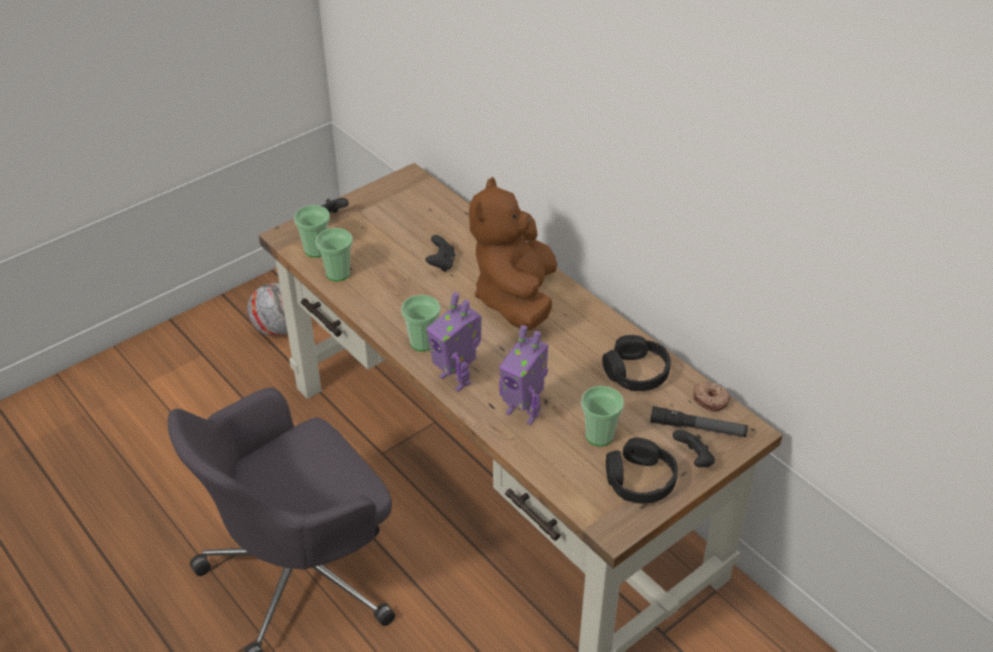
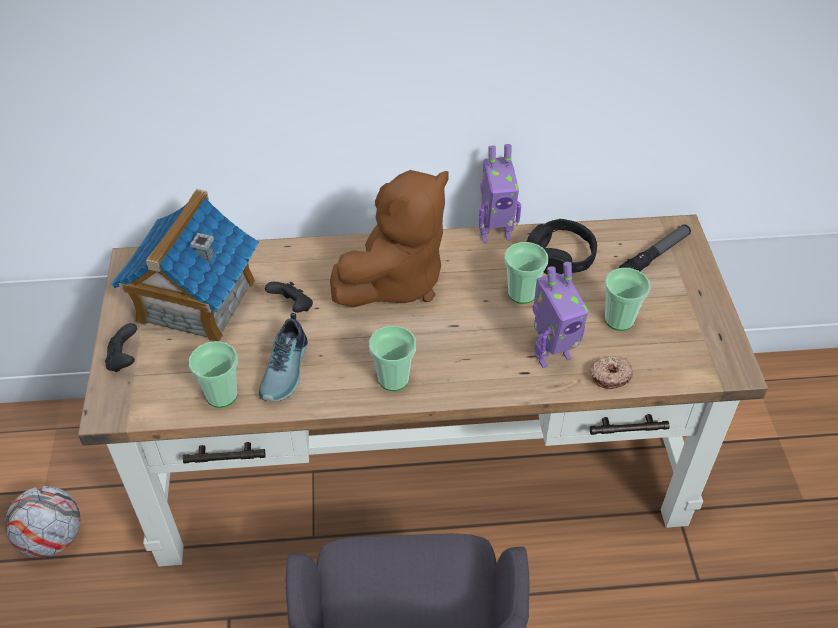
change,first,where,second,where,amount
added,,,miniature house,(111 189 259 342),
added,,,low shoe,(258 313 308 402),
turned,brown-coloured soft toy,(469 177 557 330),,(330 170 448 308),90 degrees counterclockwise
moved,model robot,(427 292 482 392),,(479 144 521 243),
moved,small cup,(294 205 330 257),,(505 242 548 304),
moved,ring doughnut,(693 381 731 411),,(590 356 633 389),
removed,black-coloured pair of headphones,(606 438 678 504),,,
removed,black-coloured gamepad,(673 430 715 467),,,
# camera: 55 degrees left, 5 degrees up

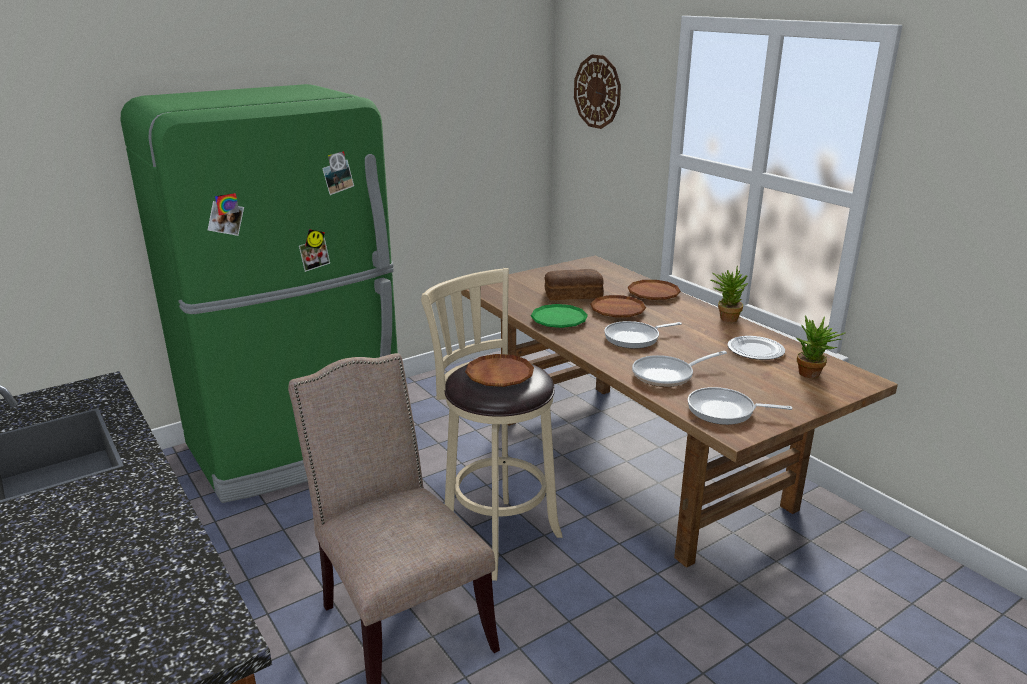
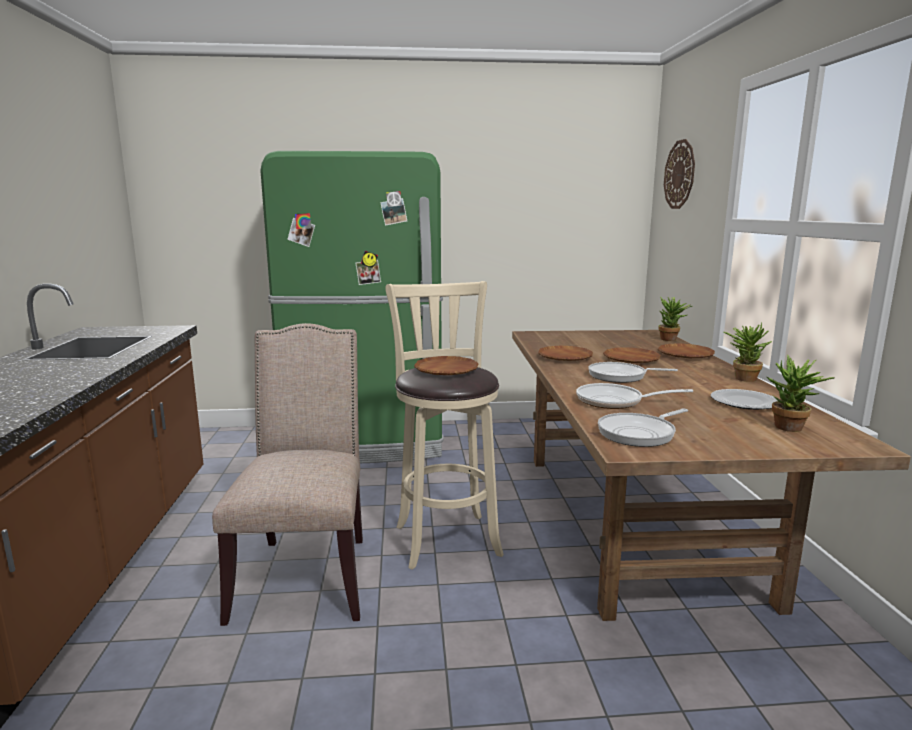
change,first,where,second,where,amount
recoloured,green dinner plate,(531 304 588 328),brown-coloured dinner plate,(538 346 593 361),
turned,skillet,(688 387 792 425),,(598 408 688 447),75 degrees counterclockwise
added,,,potted plant,(659 296 692 341),
removed,baked bread,(545 269 604 300),,,
# camera: 30 degrees right, 10 degrees down

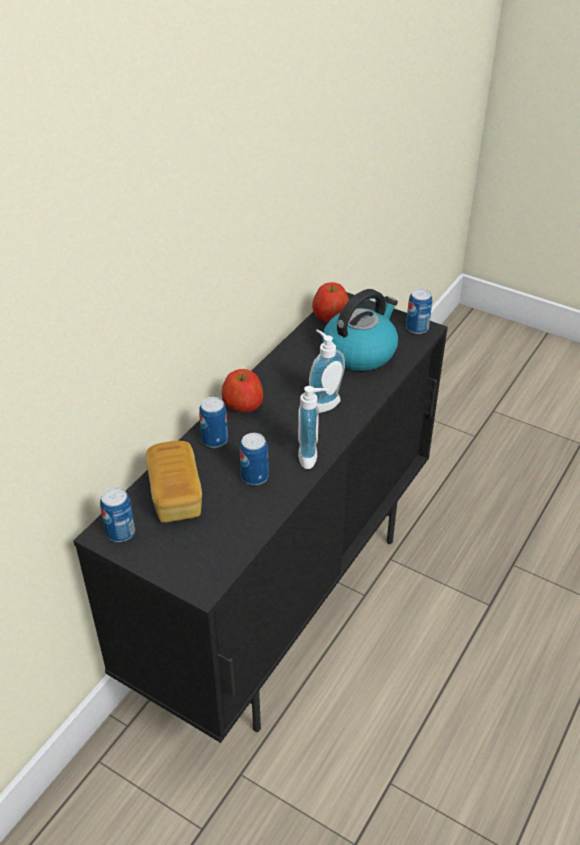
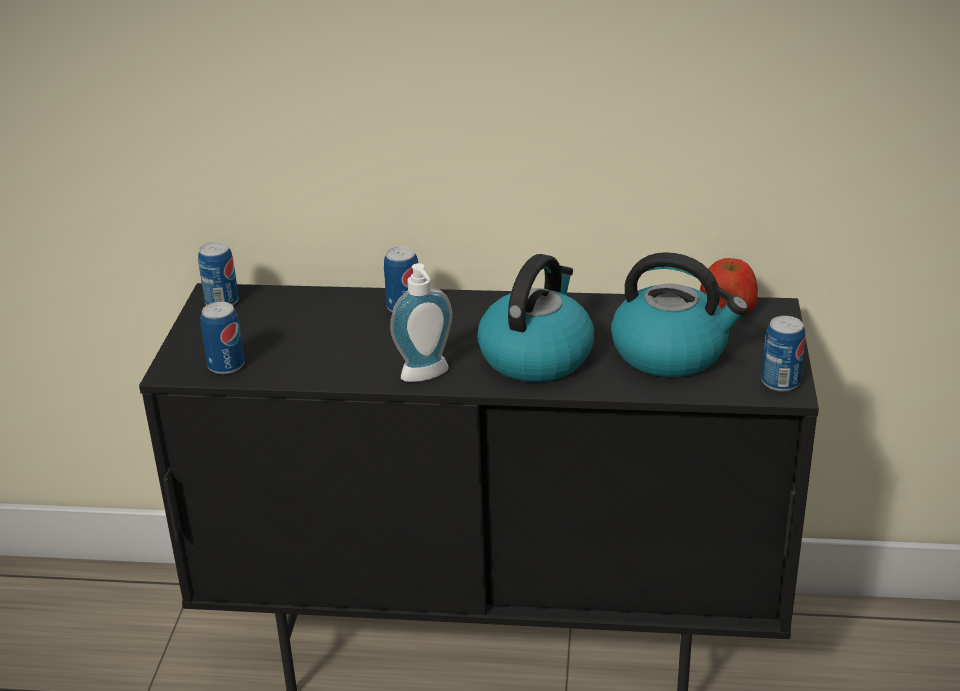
change,first,where,second,where,amount
moved,metal can,(240 433 269 485),,(201 302 244 374),
replaced,liquid soap bottle,(309 329 345 413),tea kettle,(477 254 594 382),
removed,baked bread,(146 441 202 523),,,
removed,apple,(222 369 263 412),,,
# camera: 65 degrees right, 10 degrees down

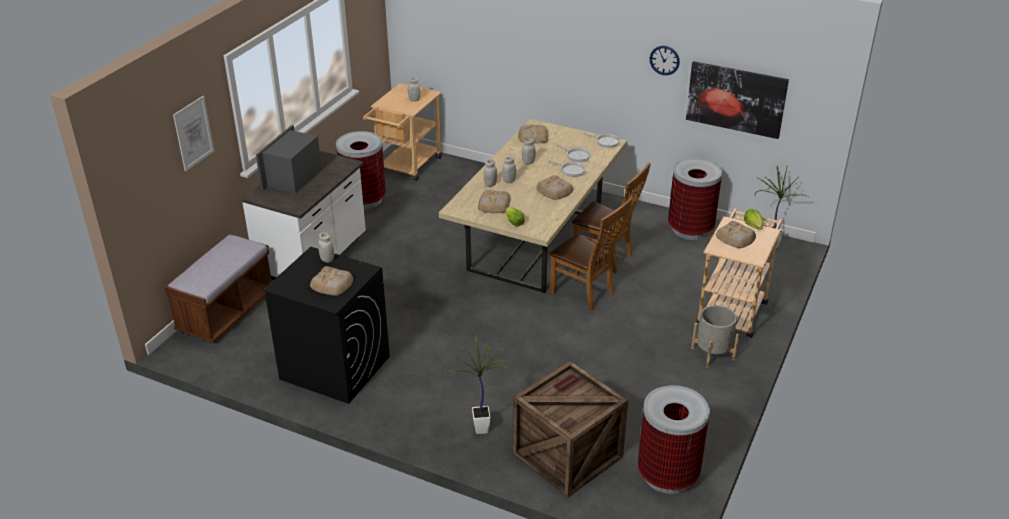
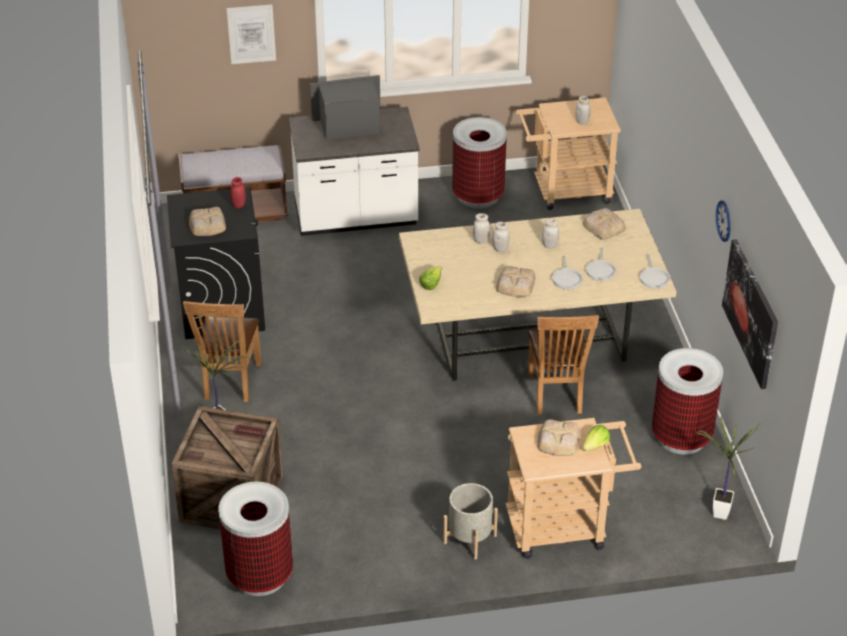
change,first,where,second,where,amount
moved,brown-coloured plain chair,(549 198 633 311),,(183 301 261 402),
recoloured,whitish preserve jar,(318 232 334 263),reddish preserve jar,(231 177 246 209),
removed,baked bread,(478 190 510 213),,,
# camera: 55 degrees right, 5 degrees up

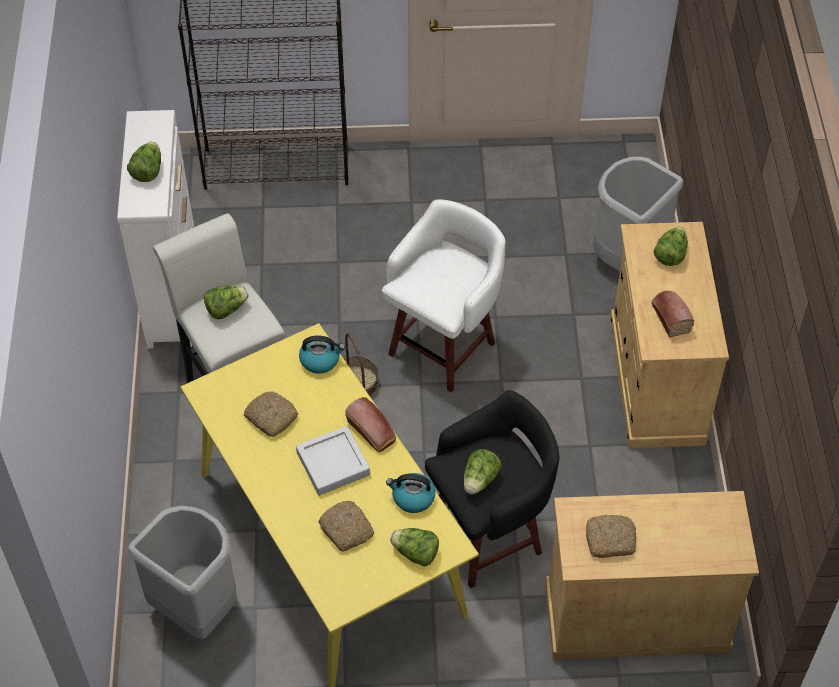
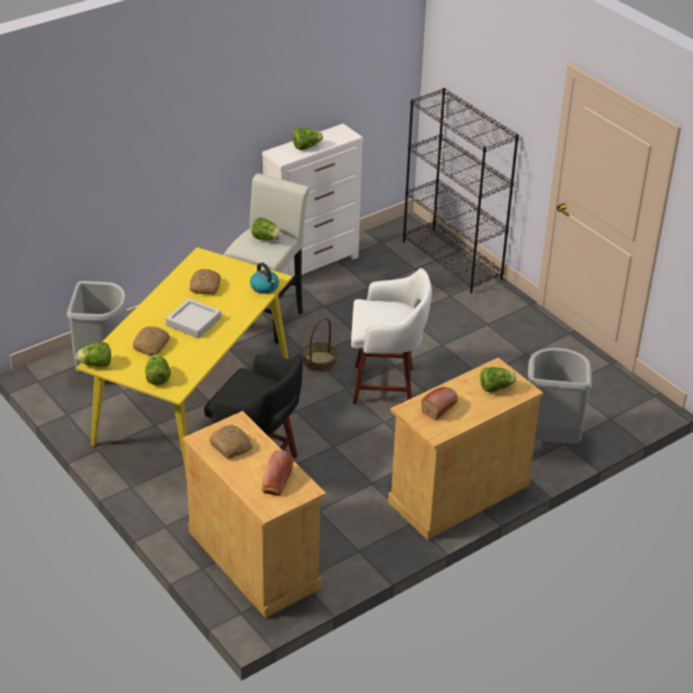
change,first,where,second,where,amount
moved,head of lettuce,(464 449 502 494),,(76 342 111 367),
moved,baked bread,(345 397 396 452),,(262 450 294 496),
removed,tea kettle,(386 473 435 513),,,
# camera: 55 degrees right, 15 degrees down

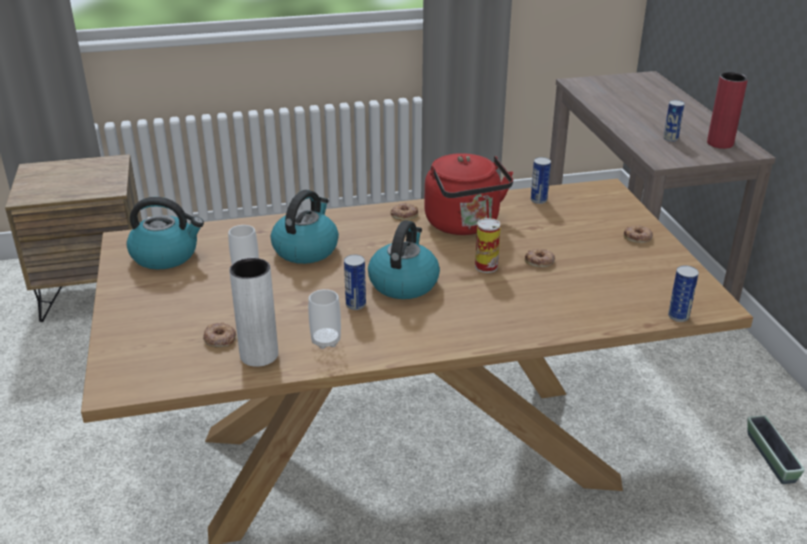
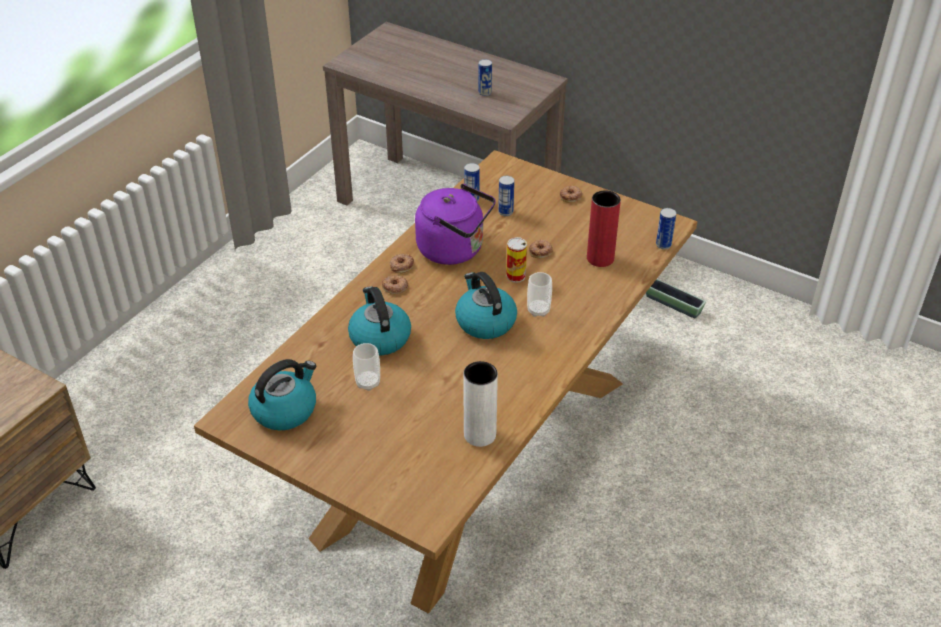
change,first,where,second,where,amount
moved,ring doughnut,(203 322 236 348),,(382 275 408 294),
recoloured,reddish tea kettle,(424 153 513 235),purple tea kettle,(415 184 496 265),
moved,metal can,(344 255 366 310),,(498 176 514 216),
moved,small cup,(308 289 341 349),,(527 272 552 317),
moved,reddish decorative vase,(707 72 748 149),,(587 190 621 267),
# camera: 45 degrees left, 10 degrees up

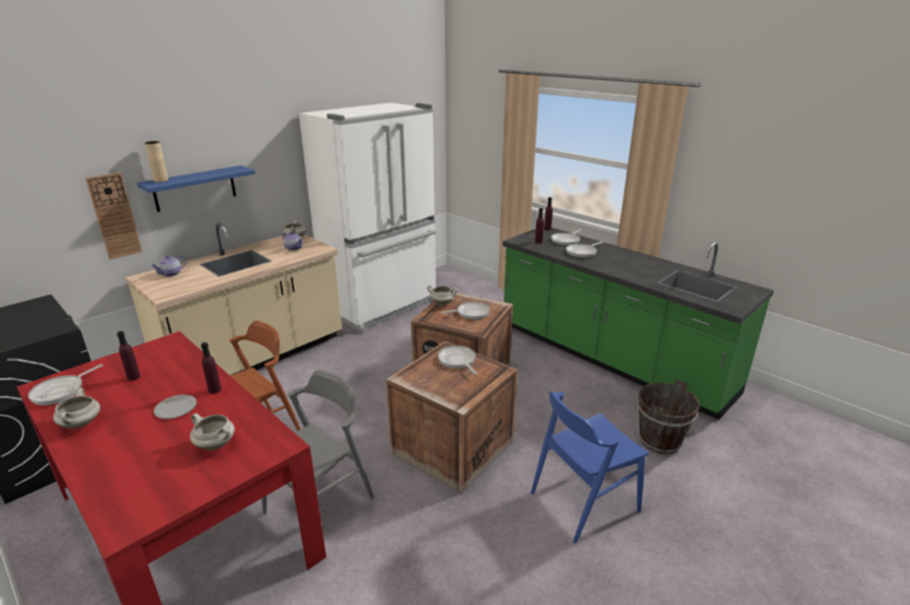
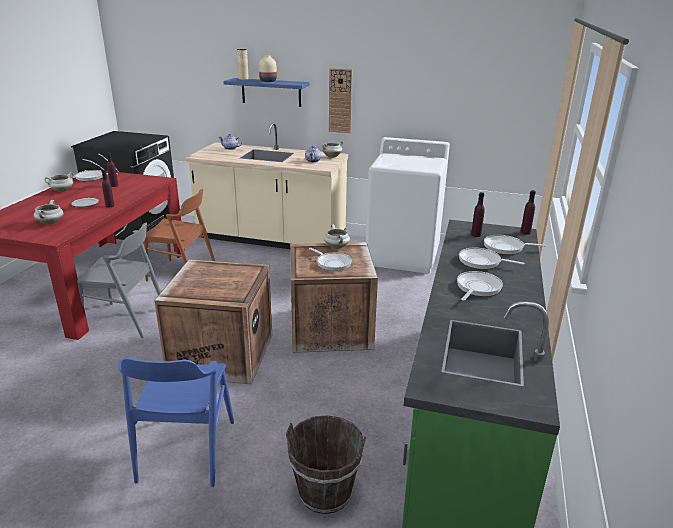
change,first,where,second,where,amount
turned,blue-coloured plain chair,(531 391 649 543),,(118 358 234 487),120 degrees counterclockwise
added,,,beige-coloured decorative vase,(259 55 277 82),
moved,clock on the wall,(85 172 142 260),,(329 68 353 133),
replaced,whitish fridge,(299 103 436 333),whitish washing machine,(366 137 450 274),
moved,skillet,(438 346 478 375),,(457 271 503 301),
# camera: 60 degrees right, 0 degrees up

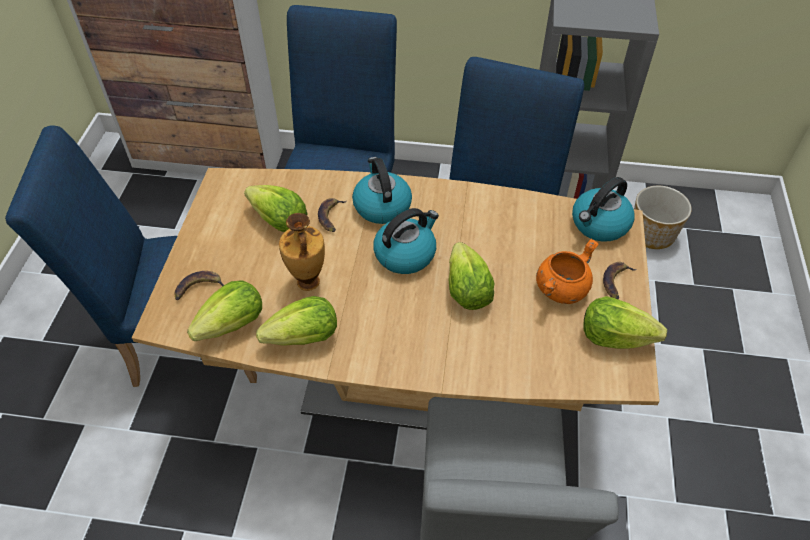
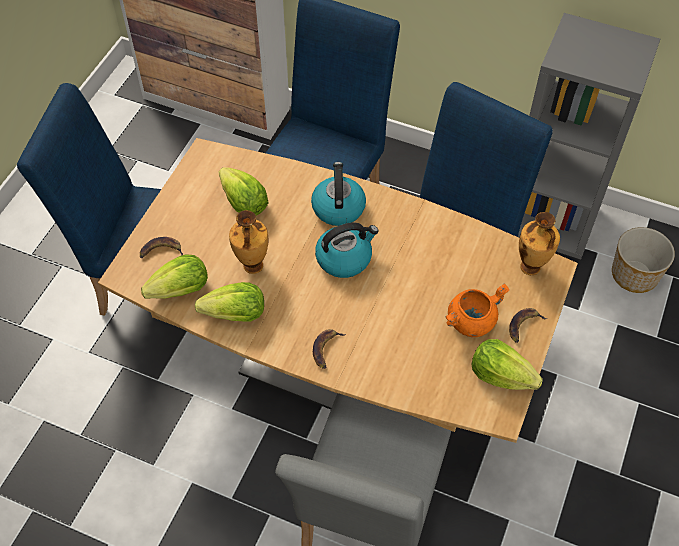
change,first,where,second,where,amount
moved,banana,(318 198 347 232),,(313 329 346 369),
replaced,tea kettle,(572 177 634 242),decorative vase,(519 212 560 275),
removed,head of lettuce,(448 242 494 310),,,
# camera: 15 degrees right, 5 degrees up

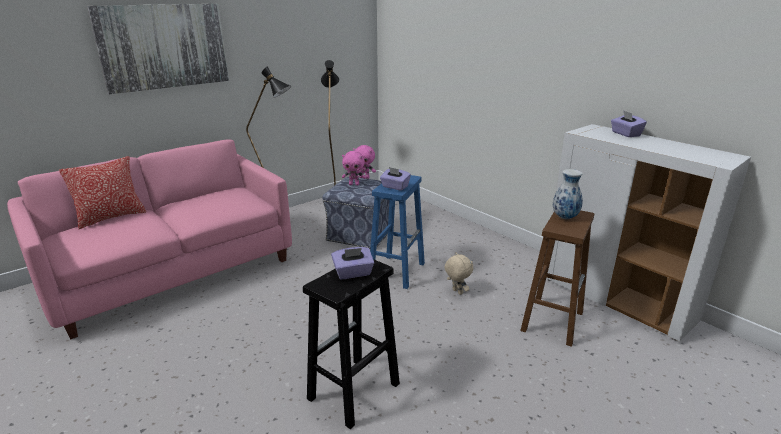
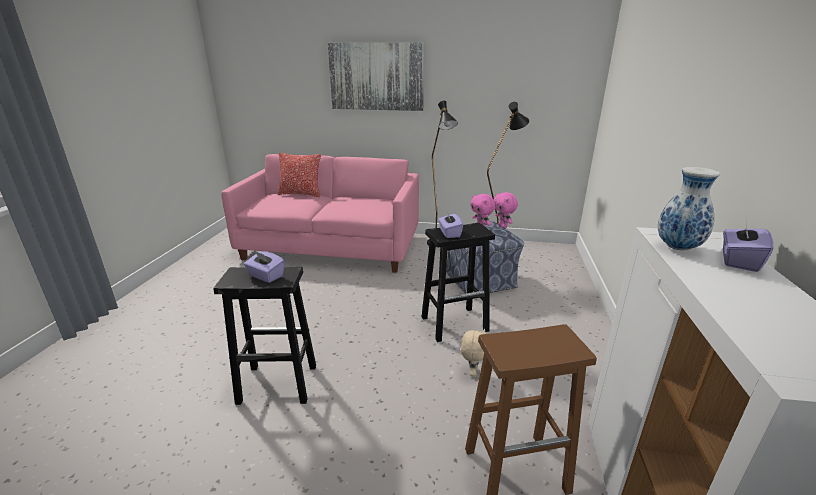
change,first,where,second,where,amount
recoloured,blue-coloured stool,(370 175 425 289),black-coloured stool,(422 223 495 342),
moved,decorative vase,(553 169 583 219),,(658 167 720 251),
# camera: 50 degrees right, 0 degrees up

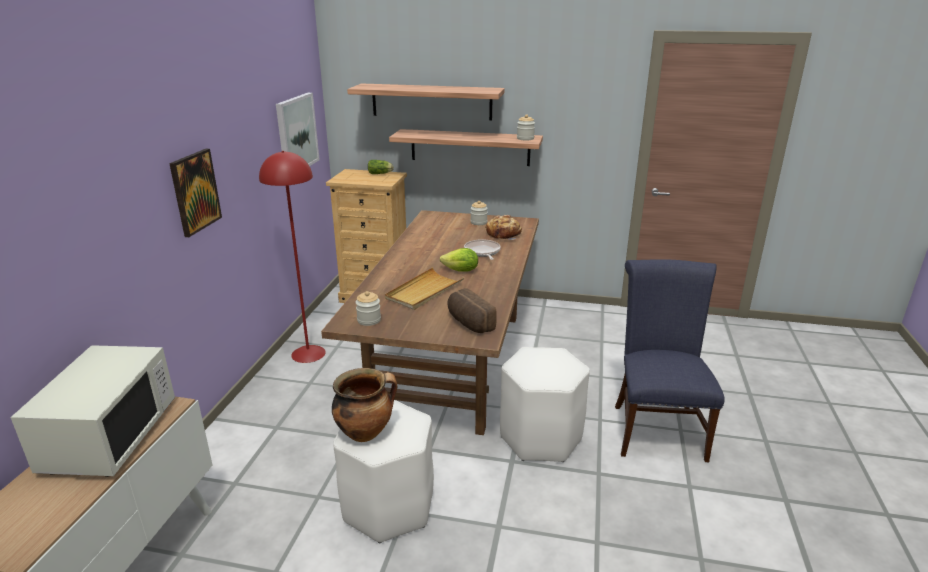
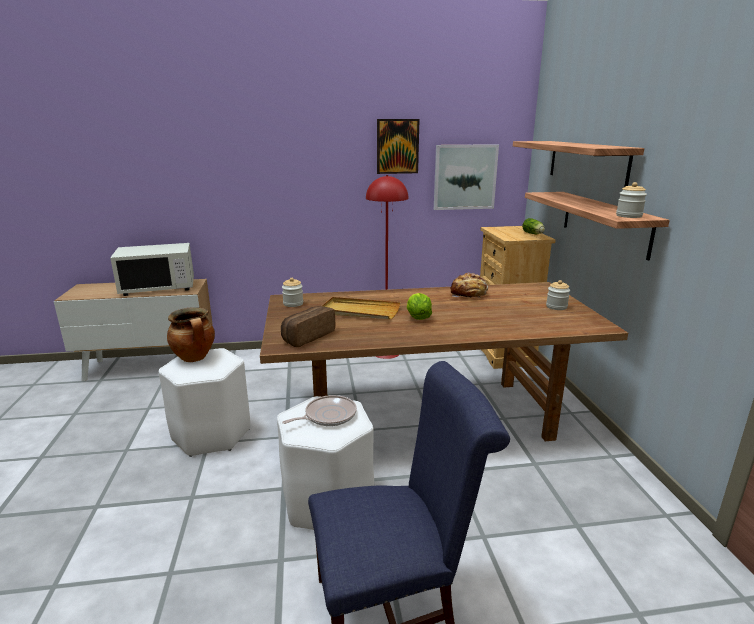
change,first,where,second,where,amount
moved,skillet,(464 239 501 260),,(282 395 357 426),
moved,wall art,(169 149 222 237),,(377 119 420 174),
moved,baked bread,(485 215 522 240),,(450 272 488 298),
# camera: 70 degrees right, 5 degrees down

